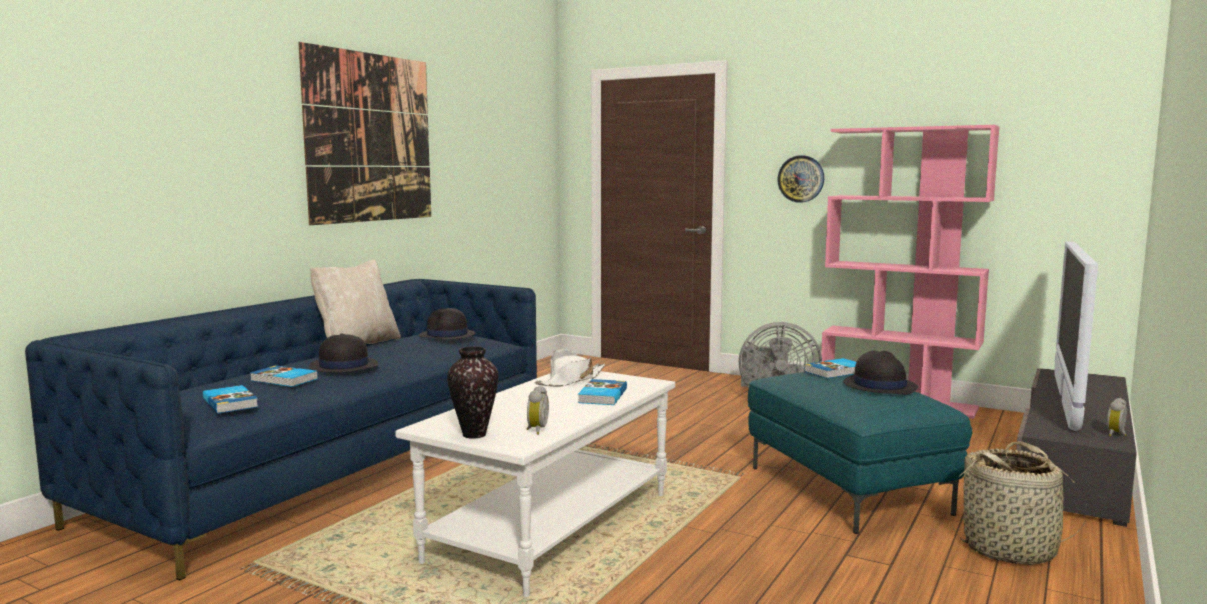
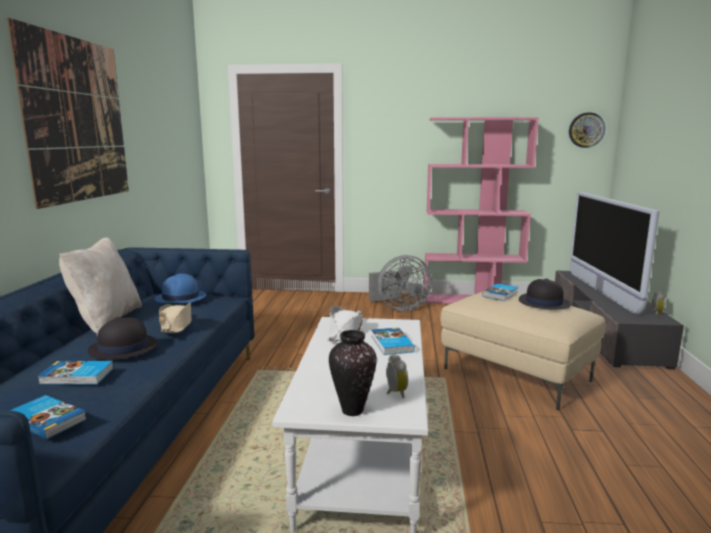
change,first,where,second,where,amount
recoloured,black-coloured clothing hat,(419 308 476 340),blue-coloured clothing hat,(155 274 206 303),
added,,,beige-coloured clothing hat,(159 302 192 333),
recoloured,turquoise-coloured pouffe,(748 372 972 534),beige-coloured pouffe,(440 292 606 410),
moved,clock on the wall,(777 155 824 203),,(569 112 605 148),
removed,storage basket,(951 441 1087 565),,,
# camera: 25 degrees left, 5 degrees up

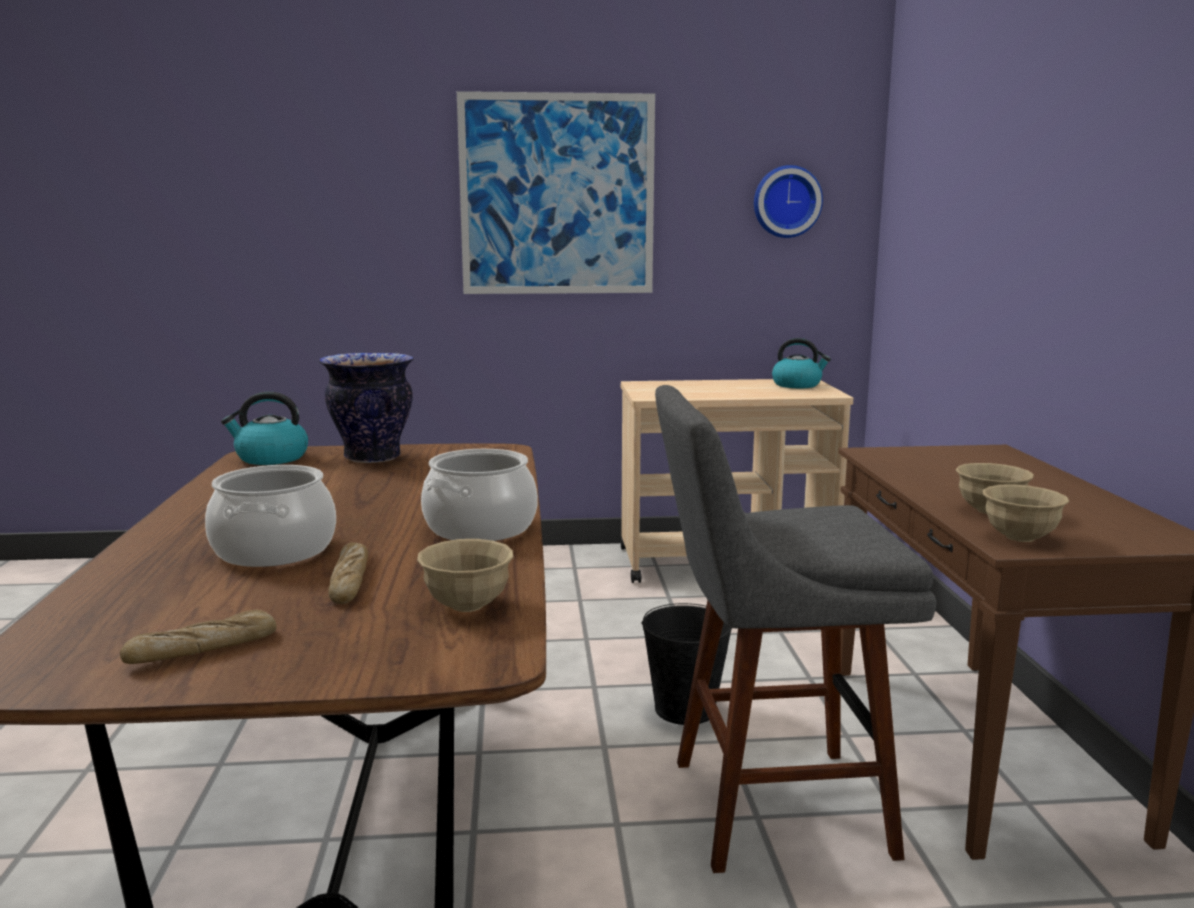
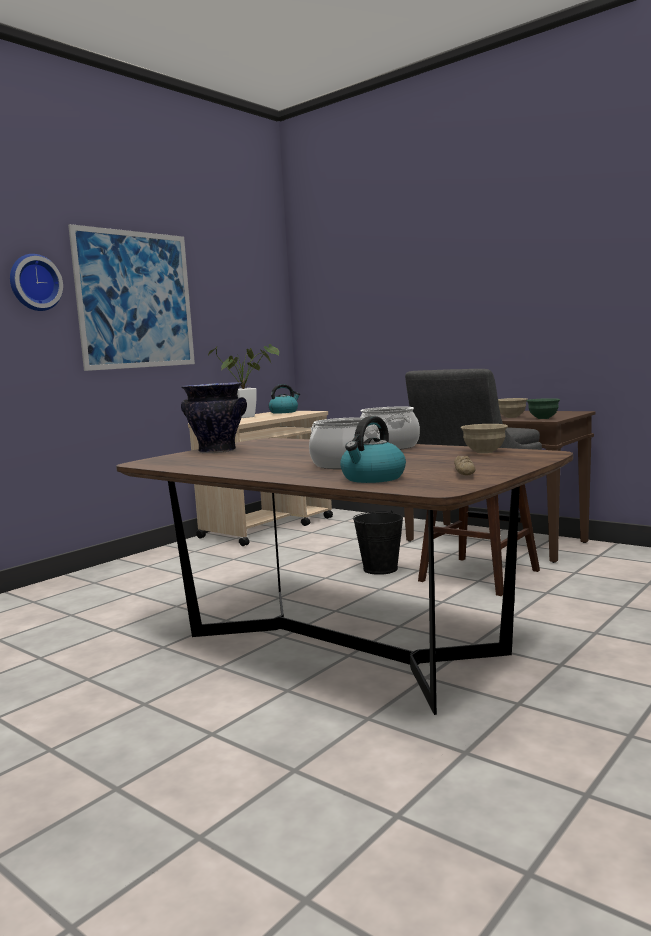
change,first,where,second,where,amount
moved,clock on the wall,(754 165 823 238),,(10 254 63 311),
added,,,potted plant,(208 344 279 418),
moved,tea kettle,(221 392 308 465),,(340 416 406 483),
recoloured,beige-coloured serving bowl,(983 485 1069 542),green serving bowl,(526 398 560 419),
removed,baked bread,(328 542 368 604),,,
# camera: 45 degrees left, 5 degrees down

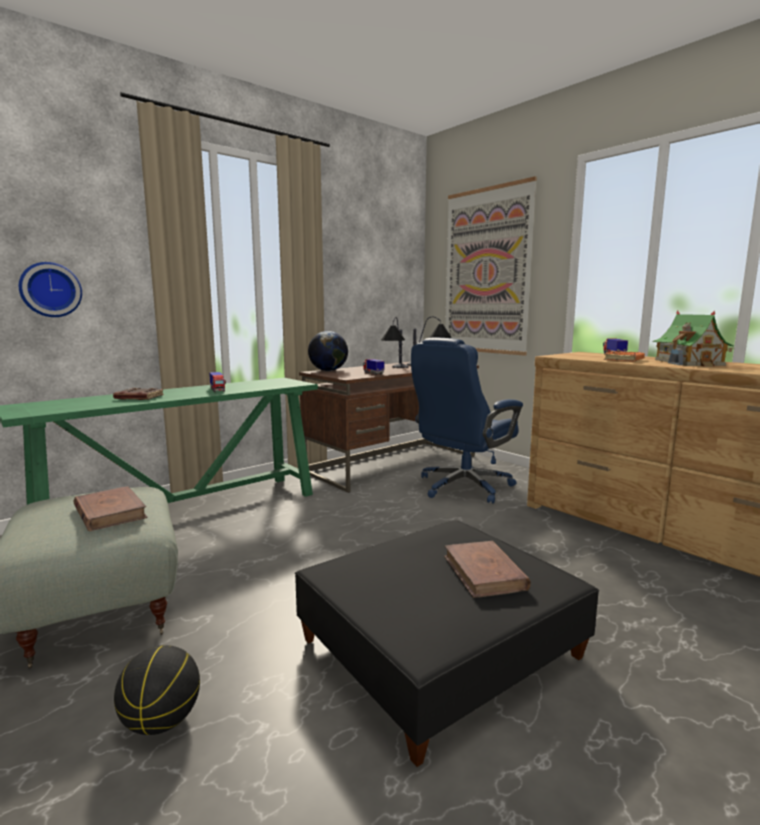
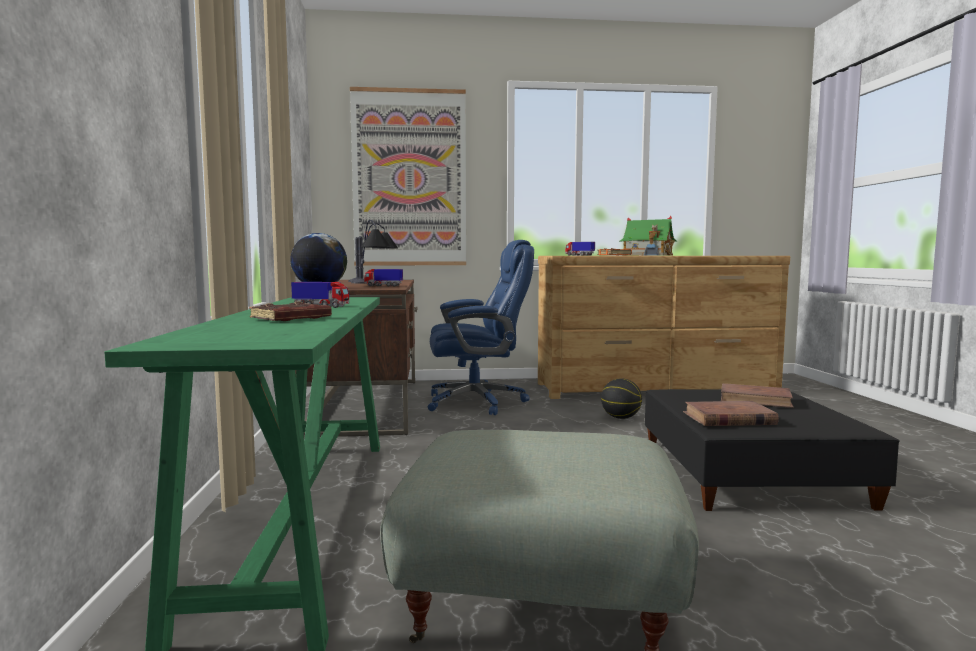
change,first,where,second,where,amount
turned,blue-coloured desk chair,(411 338 523 504),,(428 240 534 415),90 degrees counterclockwise
moved,ball for basketball,(114 645 200 735),,(601 378 642 419),
moved,brown-coloured book,(74 486 148 531),,(683 401 779 426),
removed,clock on the wall,(19 262 82 317),,,
# camera: 55 degrees left, 5 degrees down

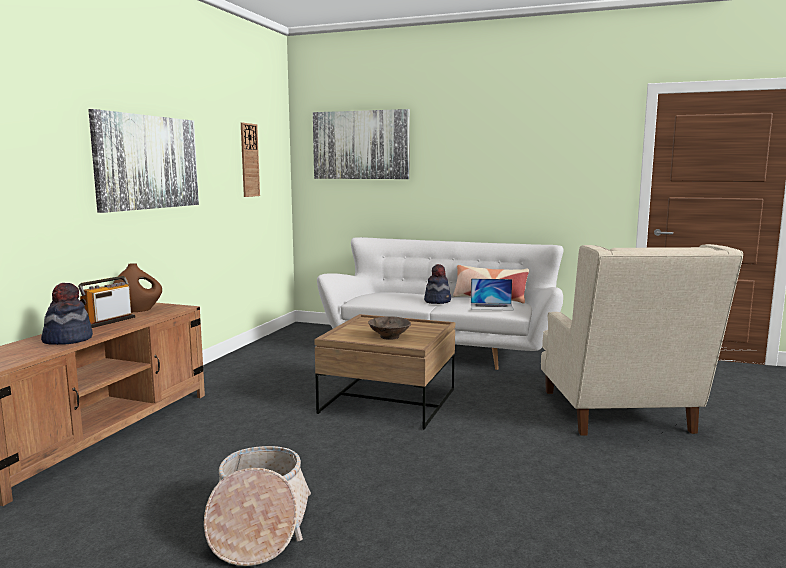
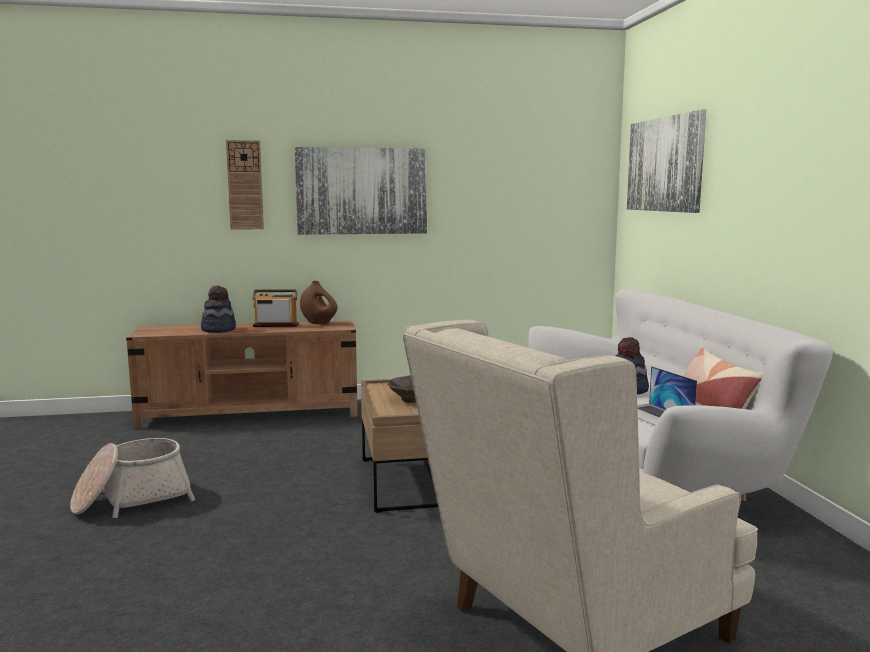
change,first,where,second,where,amount
moved,clock on the wall,(241 123 260 197),,(226 140 264 230),
# camera: 60 degrees right, 0 degrees up

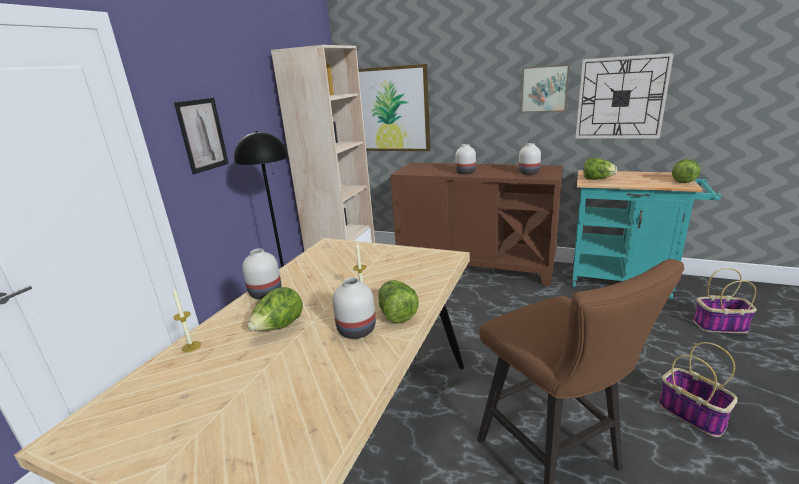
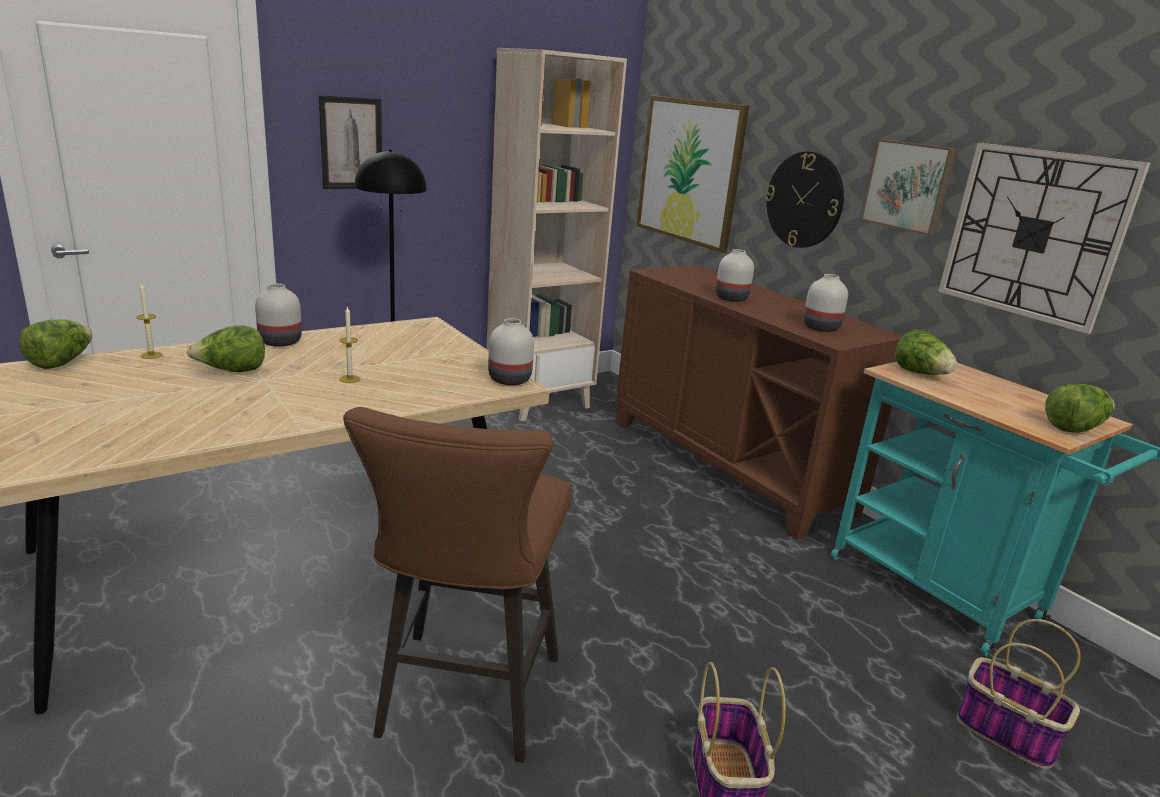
change,first,where,second,where,amount
moved,head of lettuce,(378 280 419 323),,(19 319 92 369),
moved,whitish decorative vase,(332 278 376 339),,(488 318 534 385),
added,,,clock on the wall,(765 151 844 248),
# camera: 30 degrees right, 0 degrees up

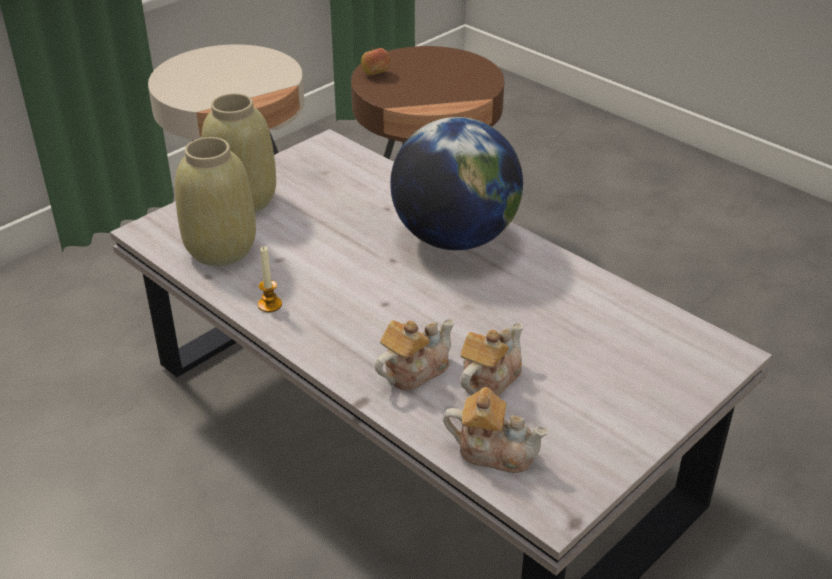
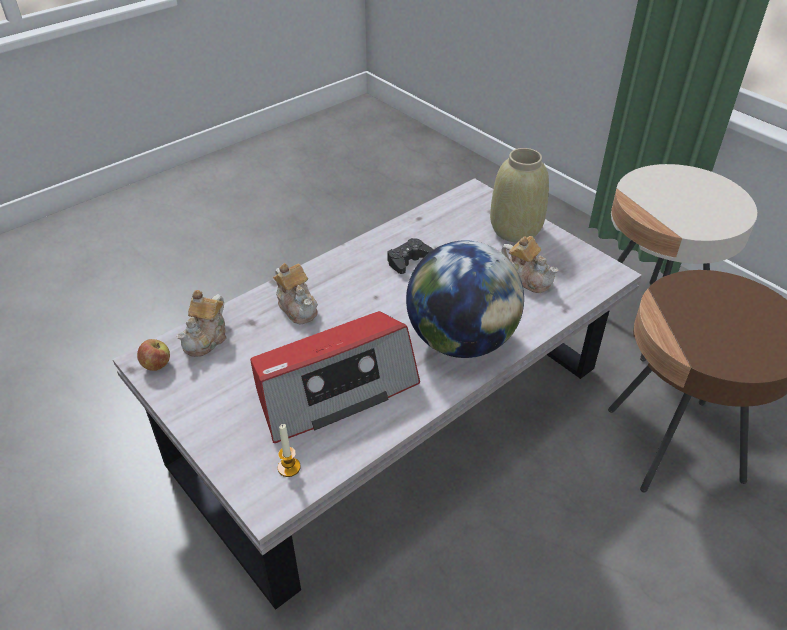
change,first,where,second,where,amount
moved,apple,(361 47 390 75),,(137 339 170 371),
added,,,radio set,(250 311 420 443),
moved,candle,(258 246 282 312),,(278 424 301 477),
added,,,black-coloured gamepad,(387 238 434 274),
moved,tea pot,(460 323 523 397),,(501 236 559 293),
removed,beige-coloured decorative vase,(175 137 256 266),,,
# camera: 95 degrees right, 5 degrees up

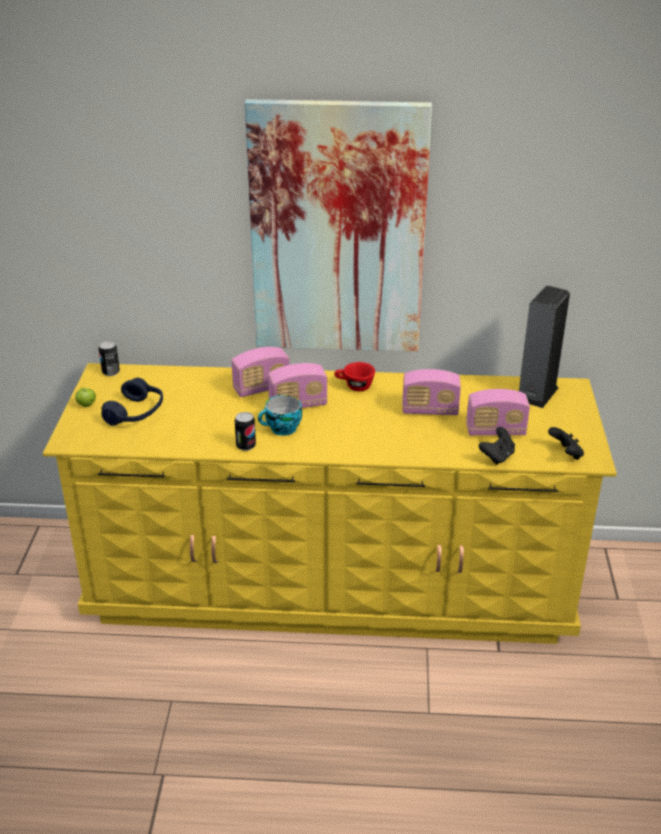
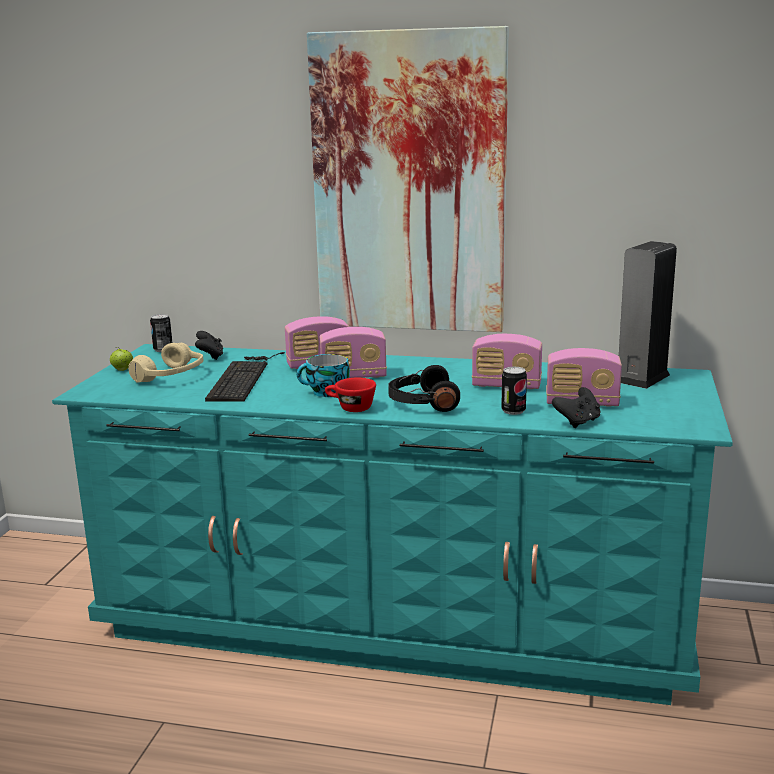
change,first,where,second,where,amount
recoloured,yellow drawer chest,(43 363 617 644),turquoise-coloured drawer chest,(52 344 733 705),
recoloured,blue-coloured pair of headphones,(101 378 163 426),beige-coloured pair of headphones,(128 343 204 383),
moved,black-coloured gamepad,(548 427 584 460),,(195 331 223 360),
added,,,keyboard,(205 352 285 402),
moved,reddish small cup,(334 362 375 391),,(325 378 376 412),
added,,,black-coloured pair of headphones,(388 365 460 412),
moved,metal can,(235 412 256 451),,(501 367 527 415),
# camera: 10 degrees right, 15 degrees down

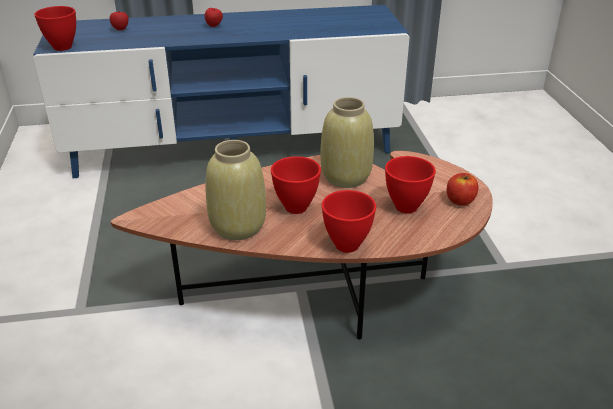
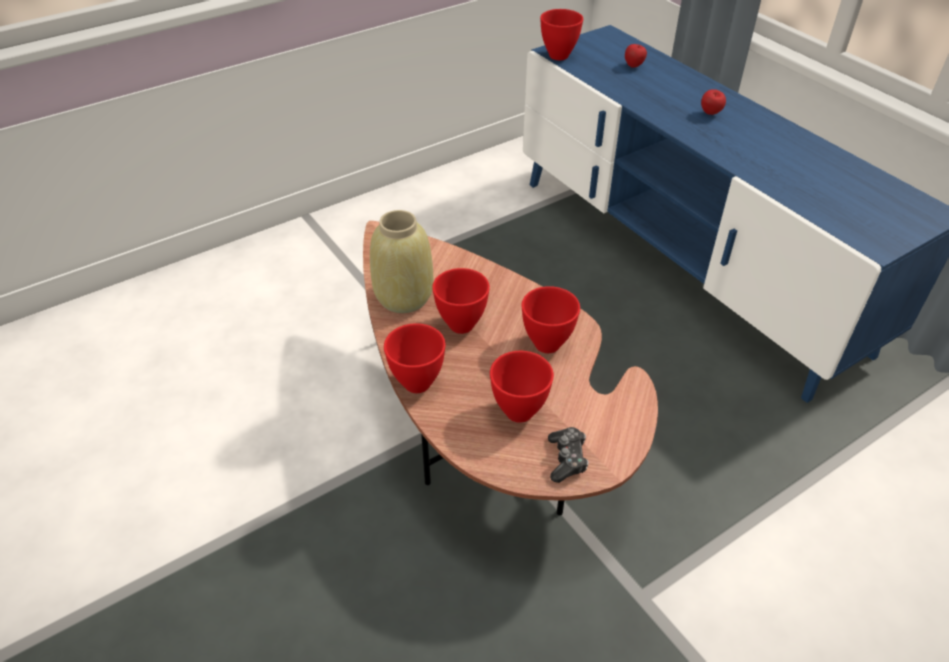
change,first,where,second,where,amount
replaced,beige-coloured decorative vase,(321 97 374 188),reddish serving bowl,(521 286 580 353),
replaced,apple,(447 173 478 206),gamepad,(548 427 589 483),
# camera: 65 degrees right, 10 degrees up

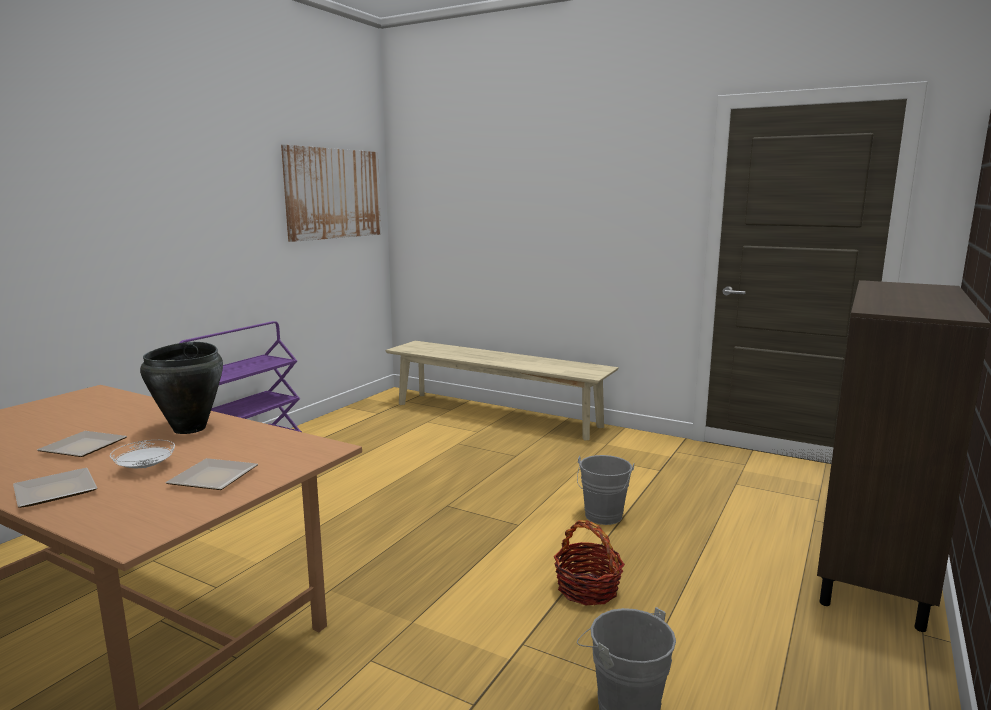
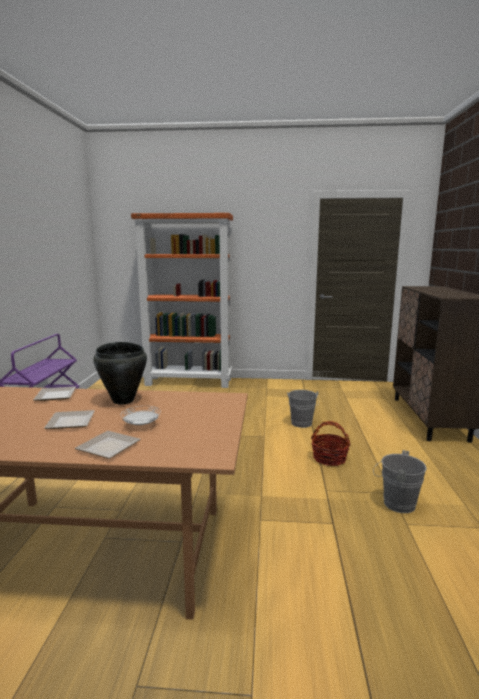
change,first,where,second,where,amount
moved,dinner plate,(165 458 258 490),,(33 386 76 401),
replaced,beige-coloured bench,(385 341 619 440),orangey bookcase,(131 213 233 388),
removed,wall art,(281 145 381 242),,,
# camera: 25 degrees left, 0 degrees up

